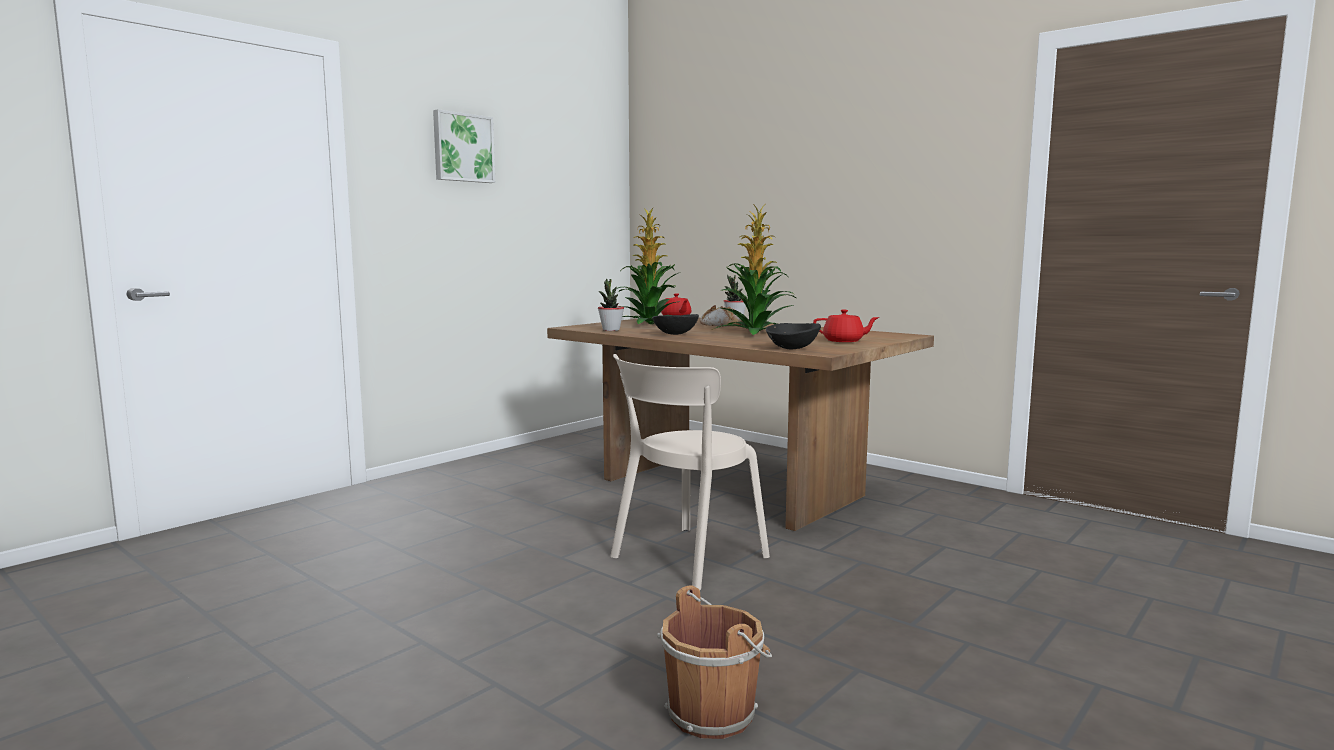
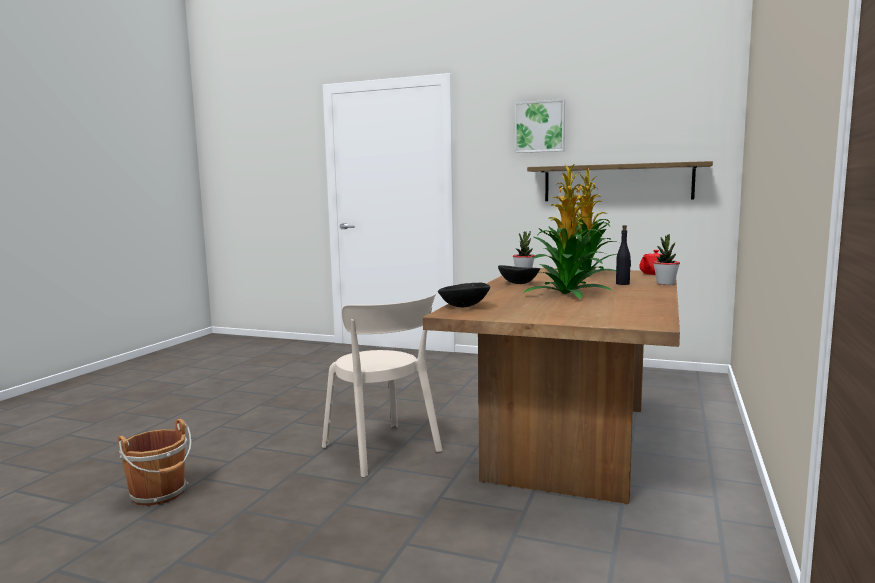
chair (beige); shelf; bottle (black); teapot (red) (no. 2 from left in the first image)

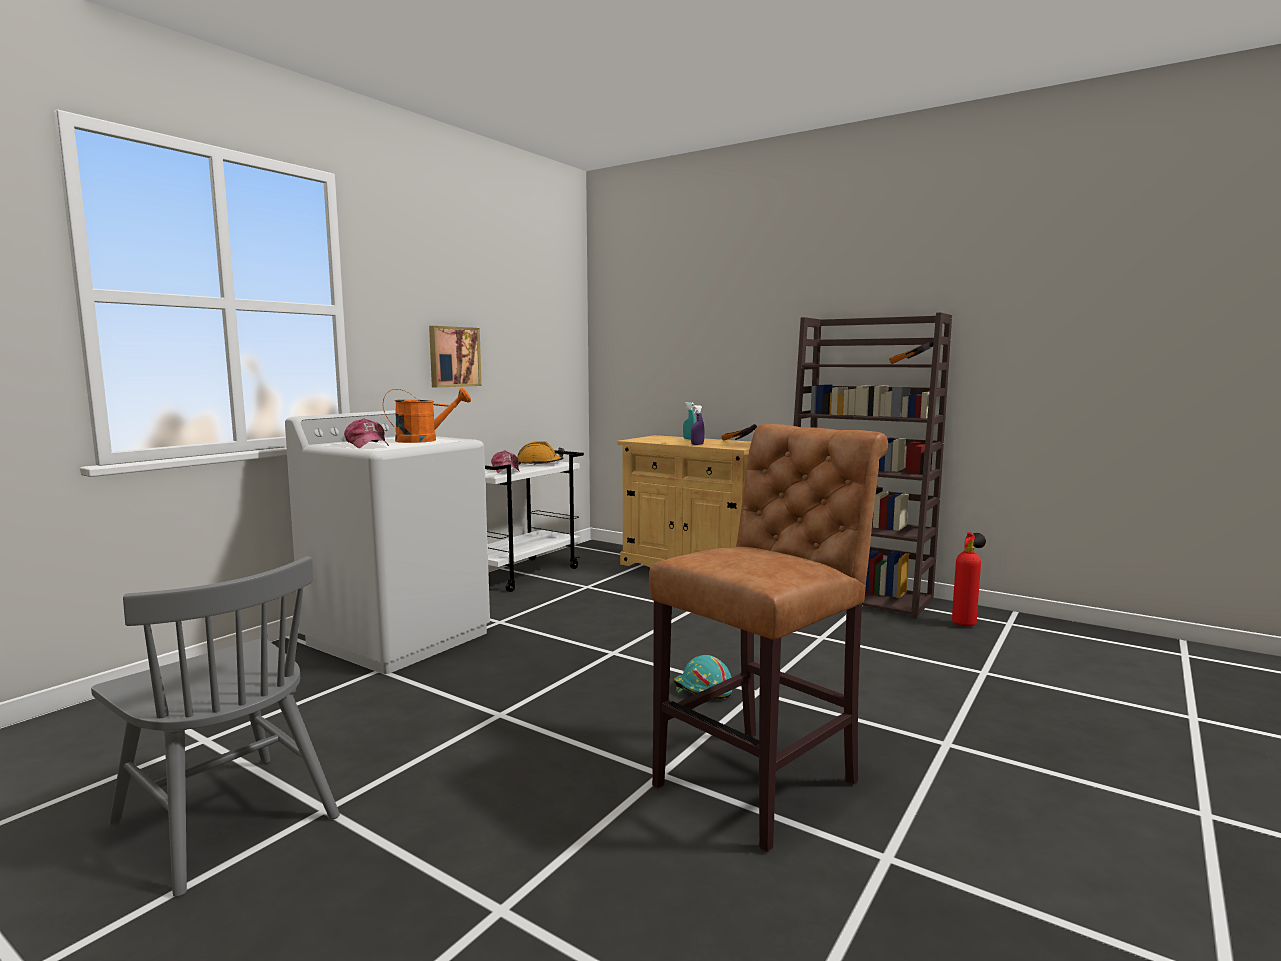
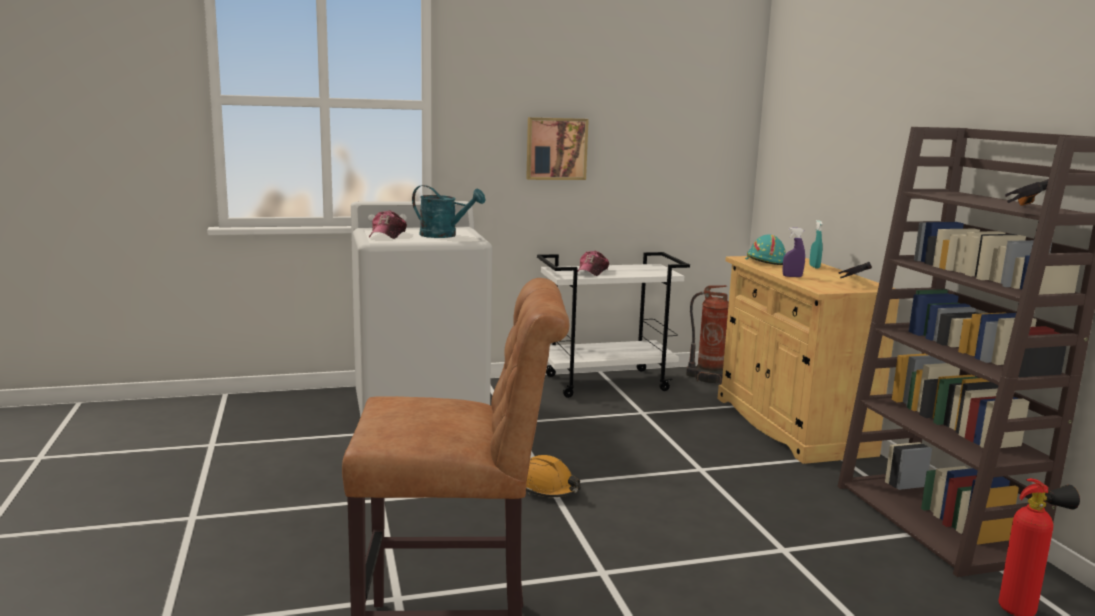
watering can (turquoise); hard hat (orange); fire extinguisher (no. 1 from left); hard hat (turquoise); chair (grey)

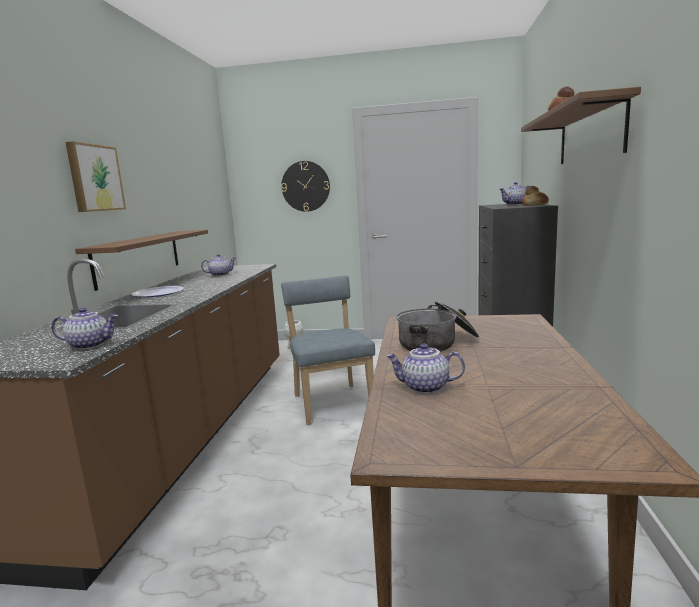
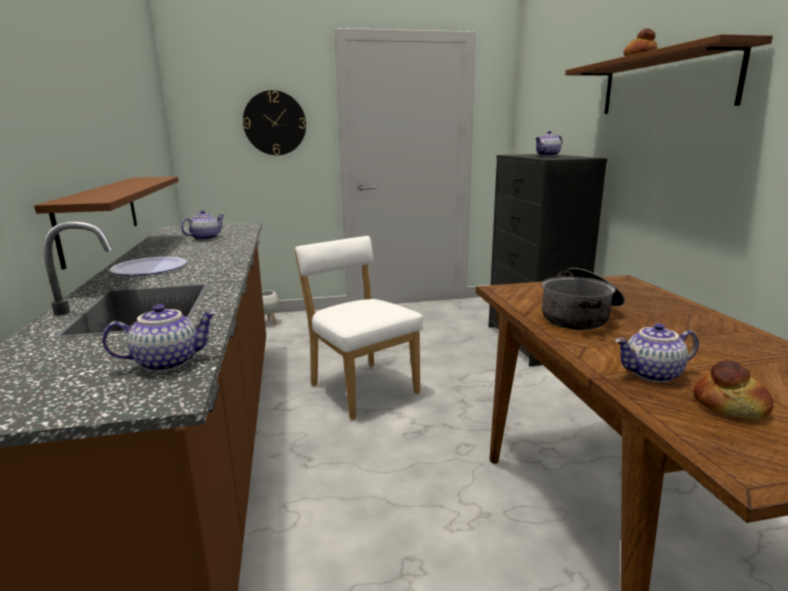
chair (white); bread (no. 2 from left); picture

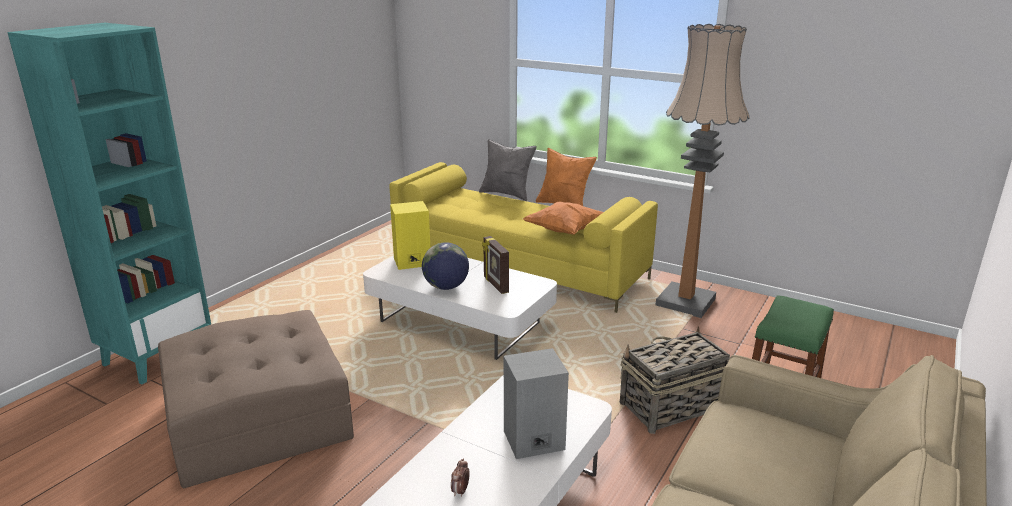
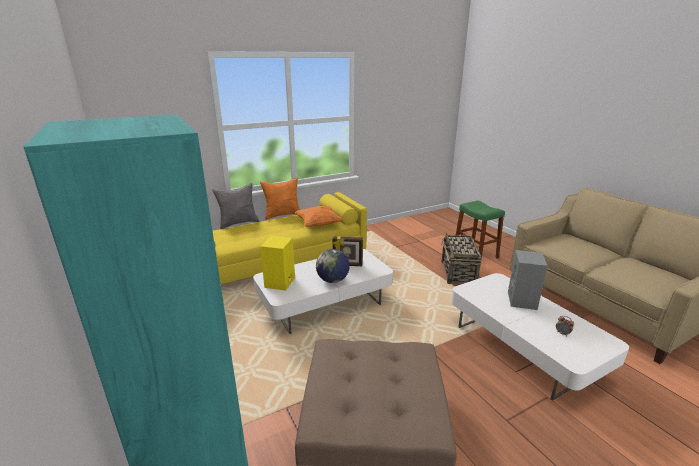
floor lamp

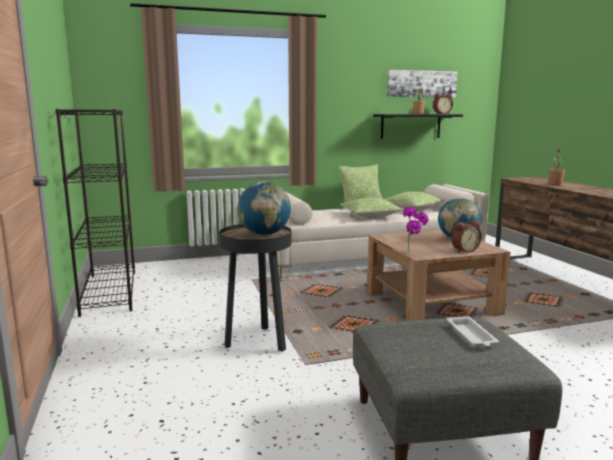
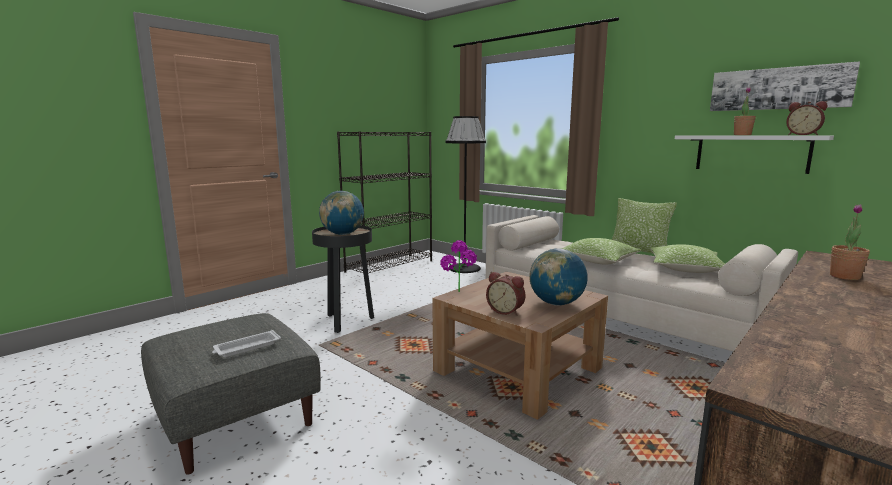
floor lamp (black); shelf (white)

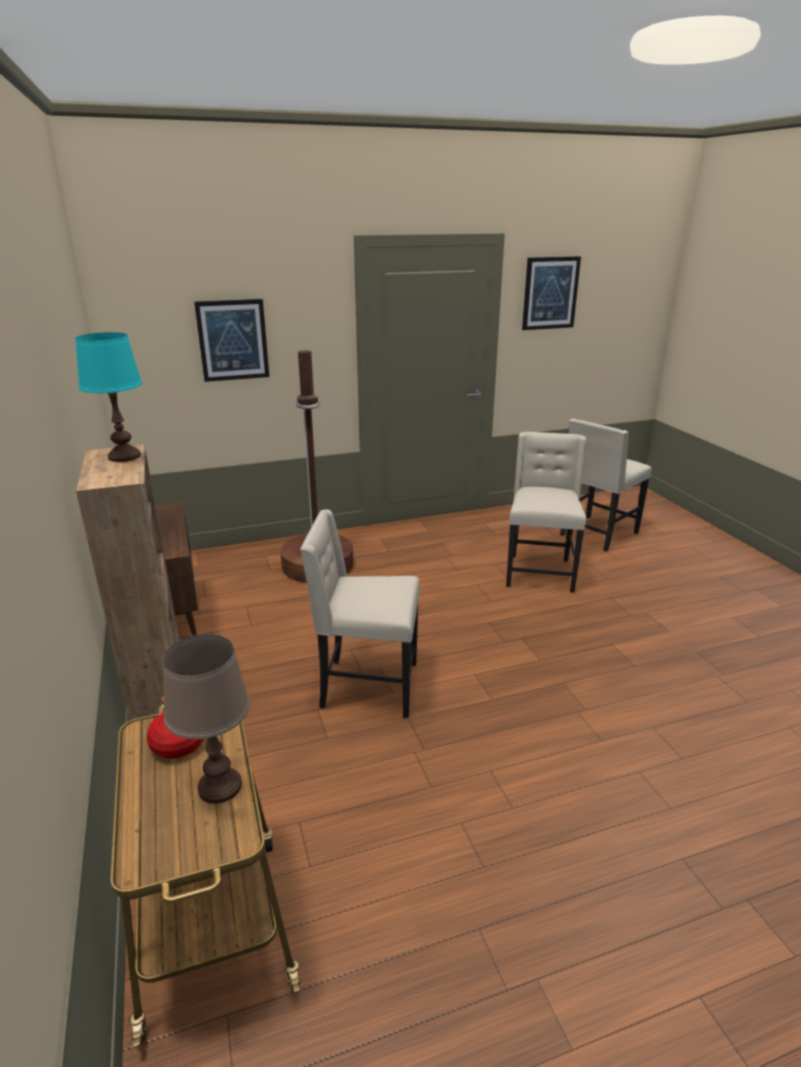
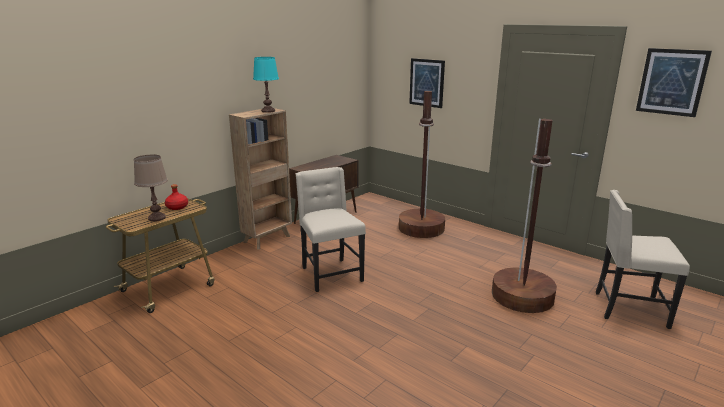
floor lamp (brown) (no. 2 from left)

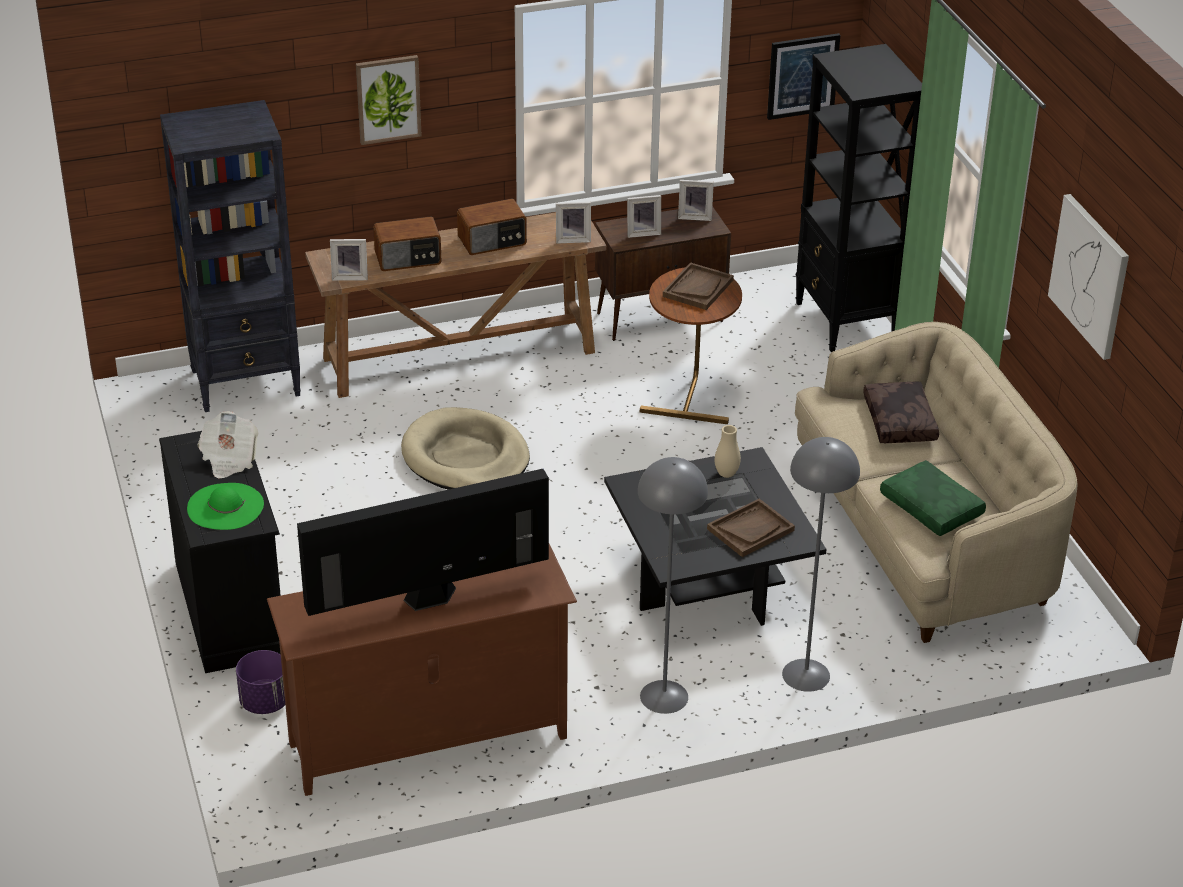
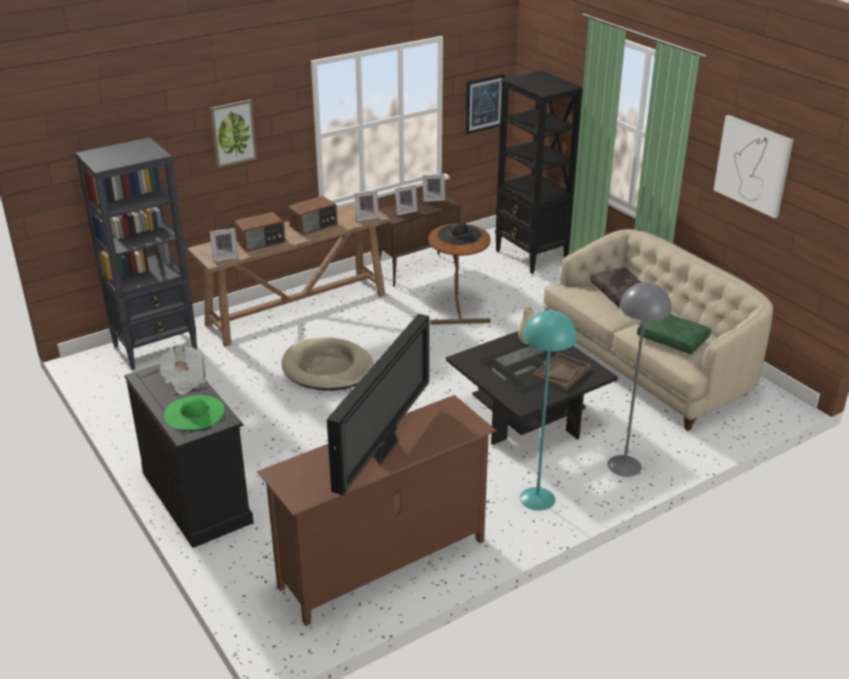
television; hat (black); floor lamp (turquoise); planter (purple)

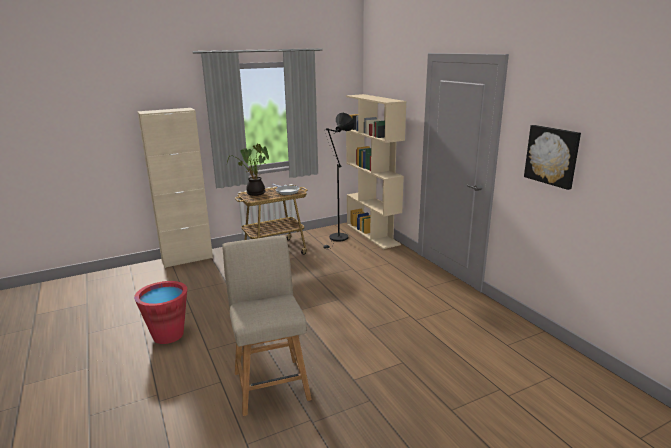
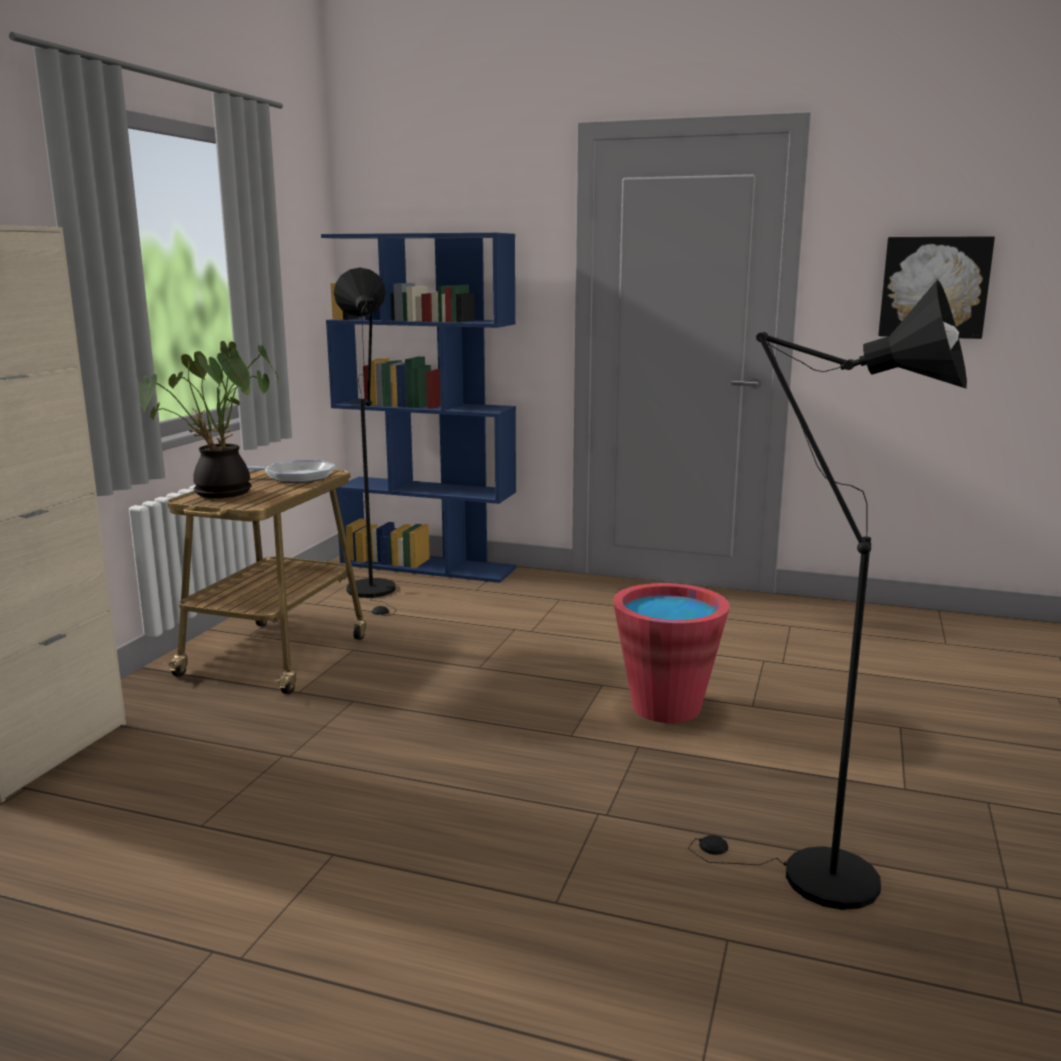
bookcase (blue); bucket (red); floor lamp (black) (no. 2 from left)

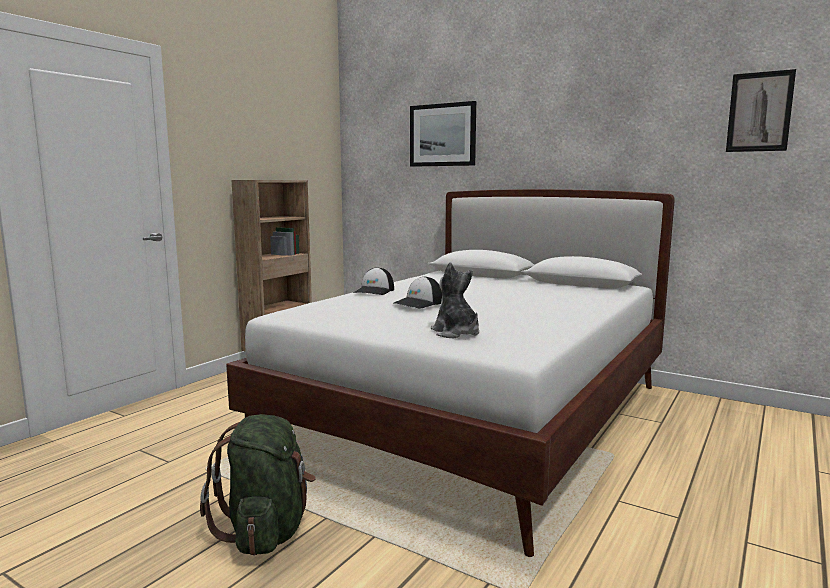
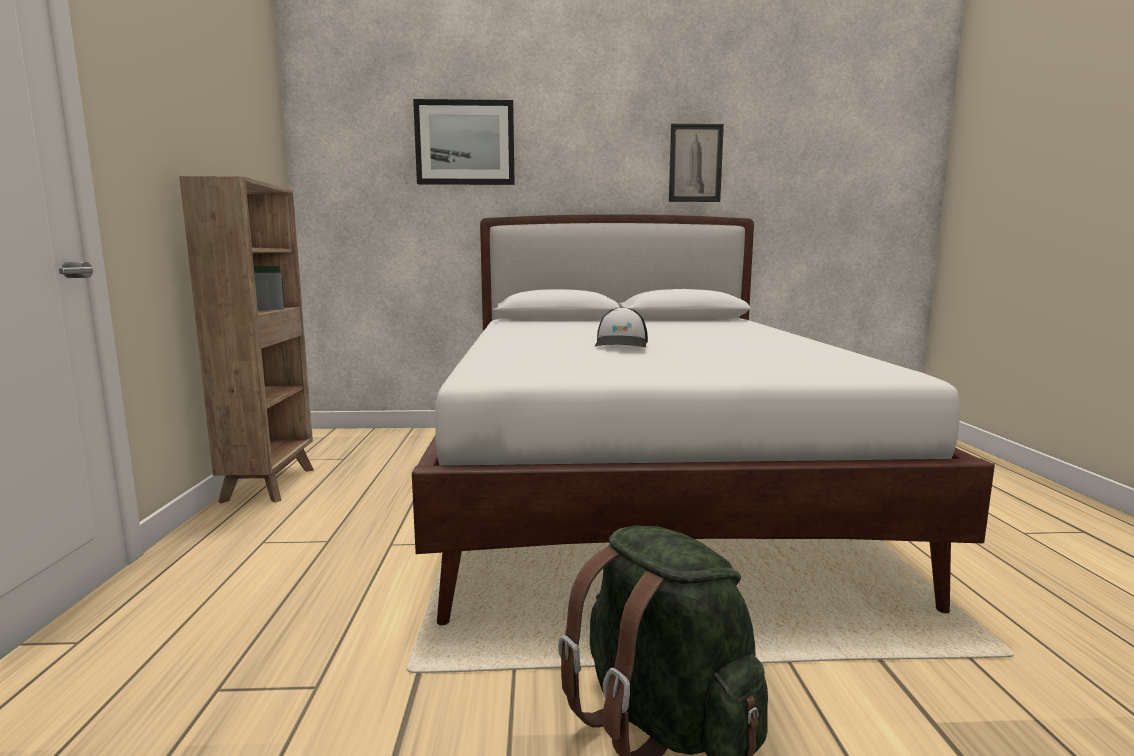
picture (no. 2 from left); cap (no. 1 from left in the first image); plush toy

